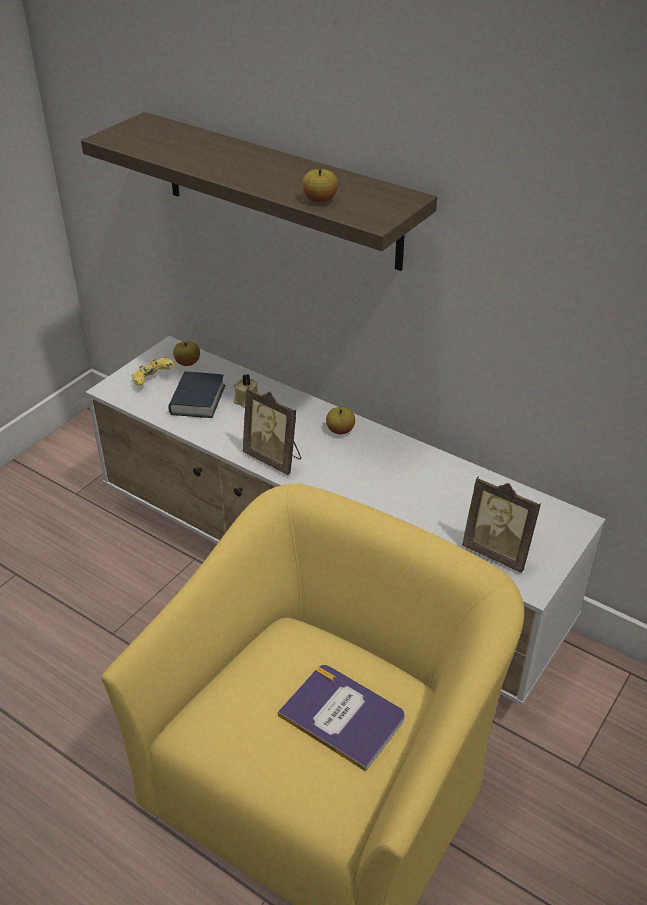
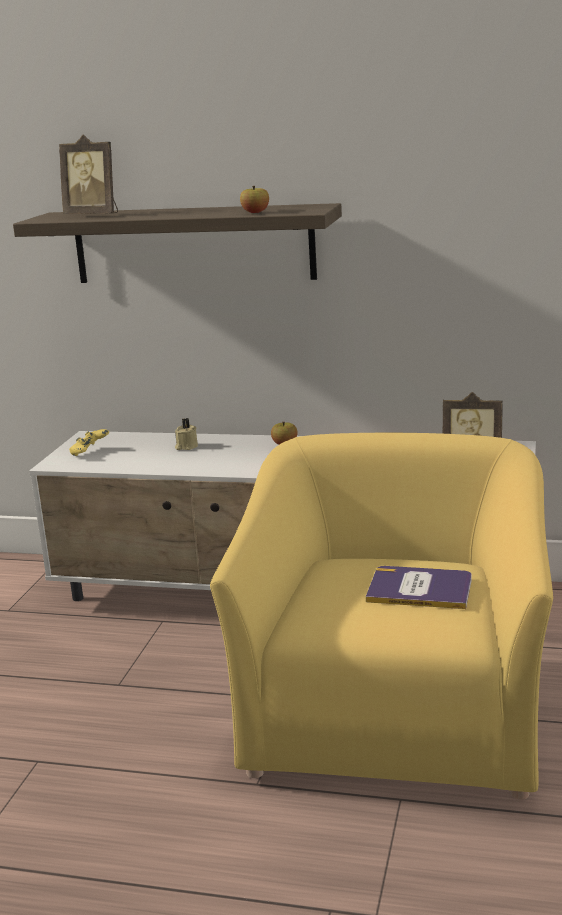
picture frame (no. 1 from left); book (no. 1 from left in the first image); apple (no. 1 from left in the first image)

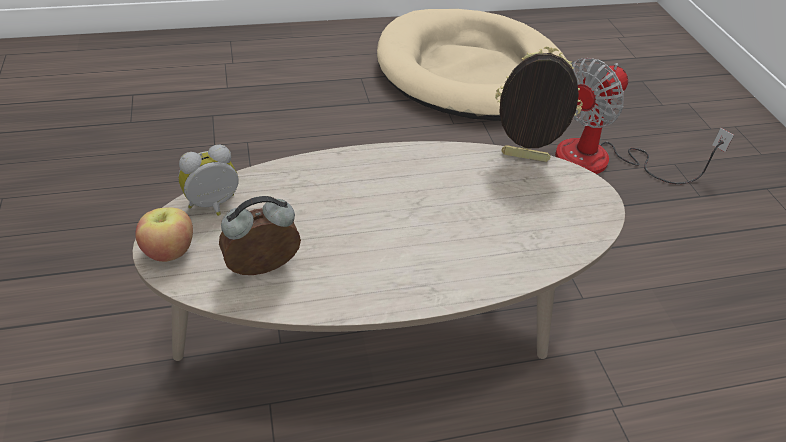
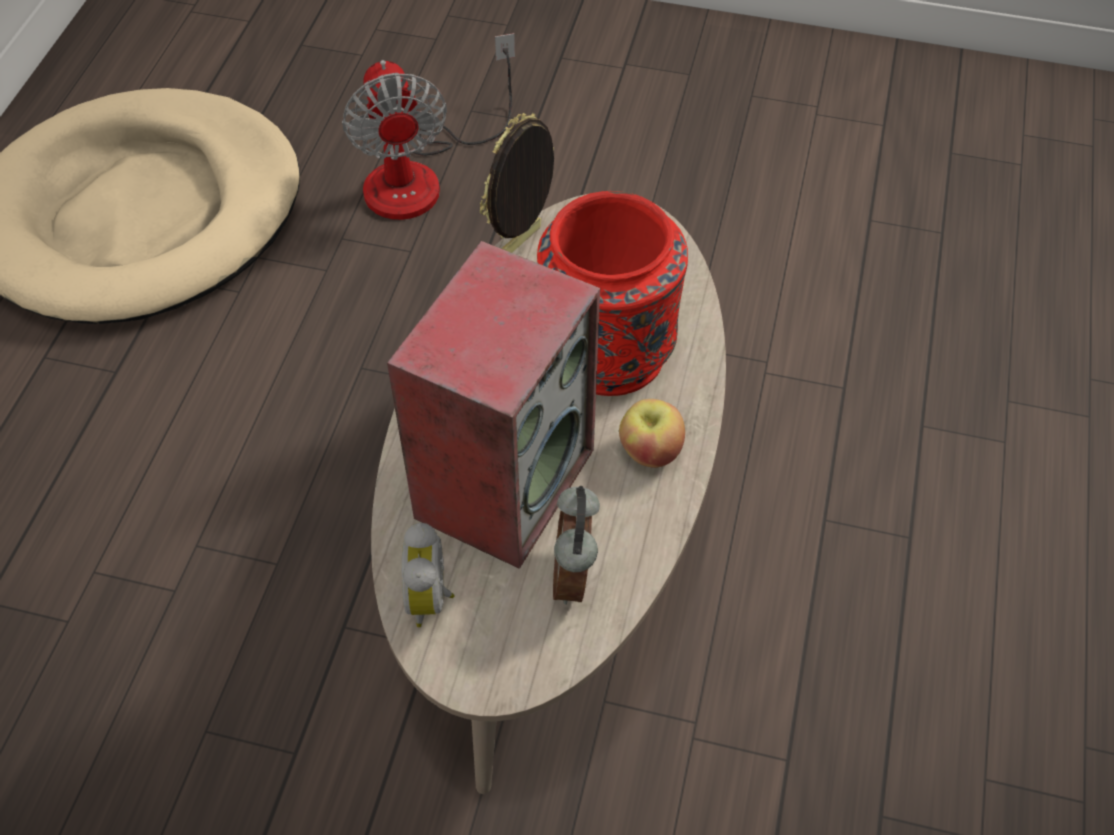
speaker; vase (red); apple

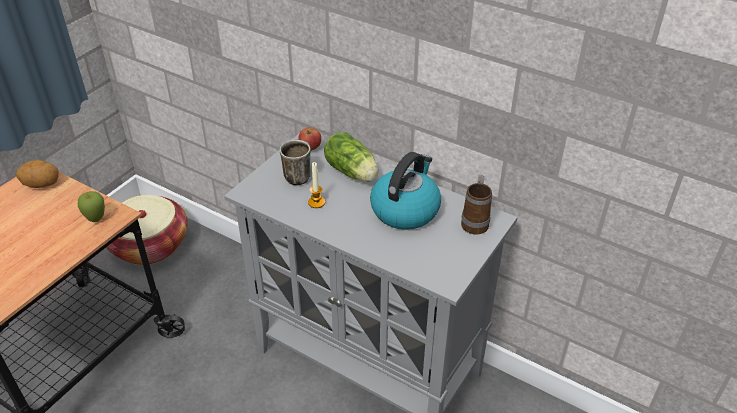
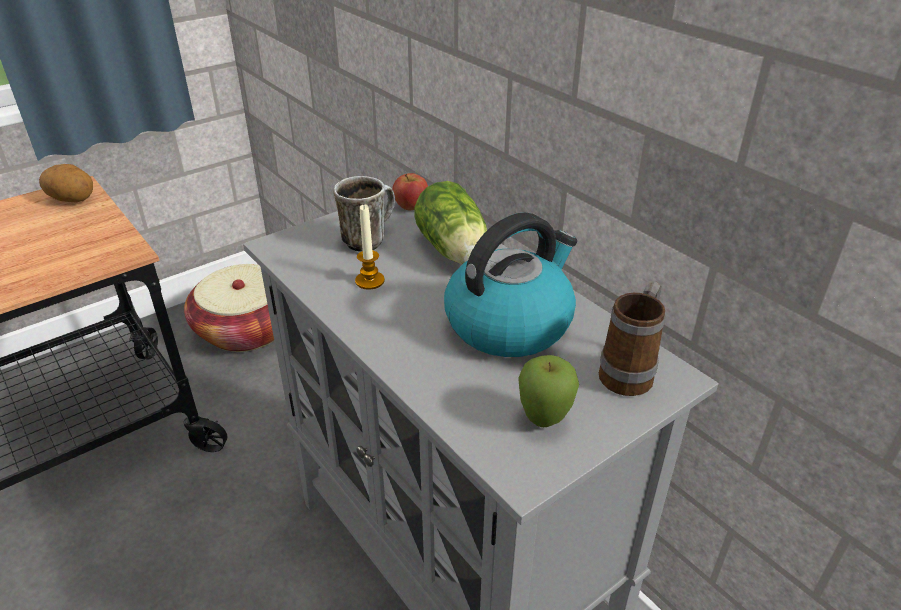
apple (no. 2 from left)

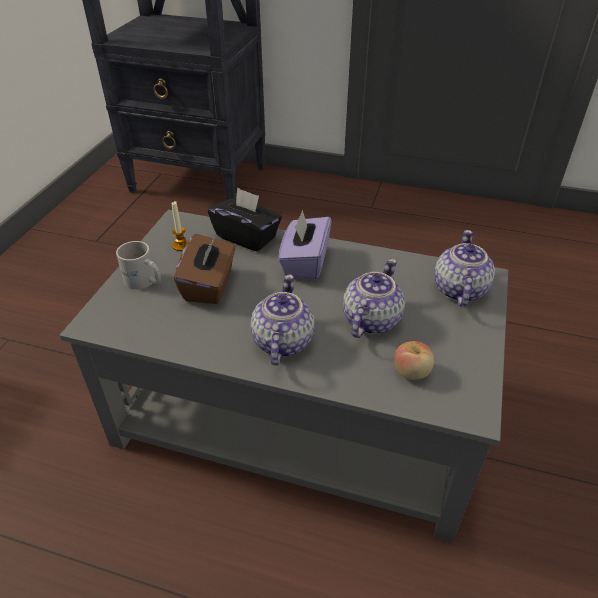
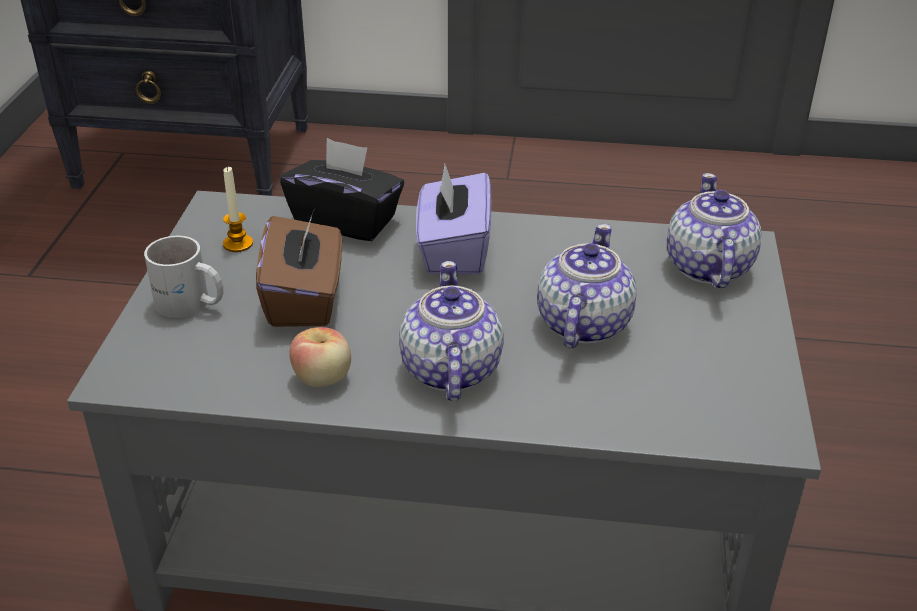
apple

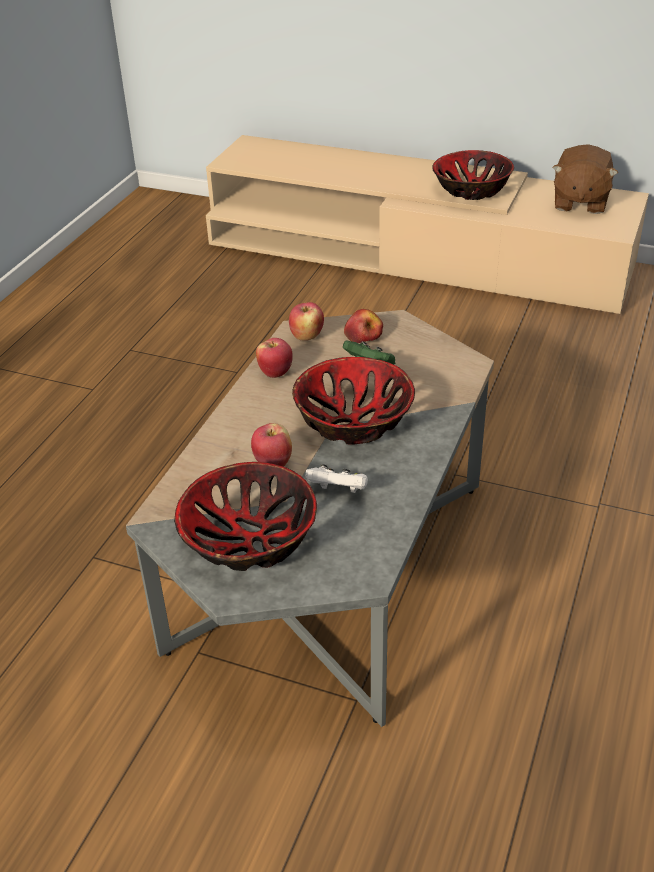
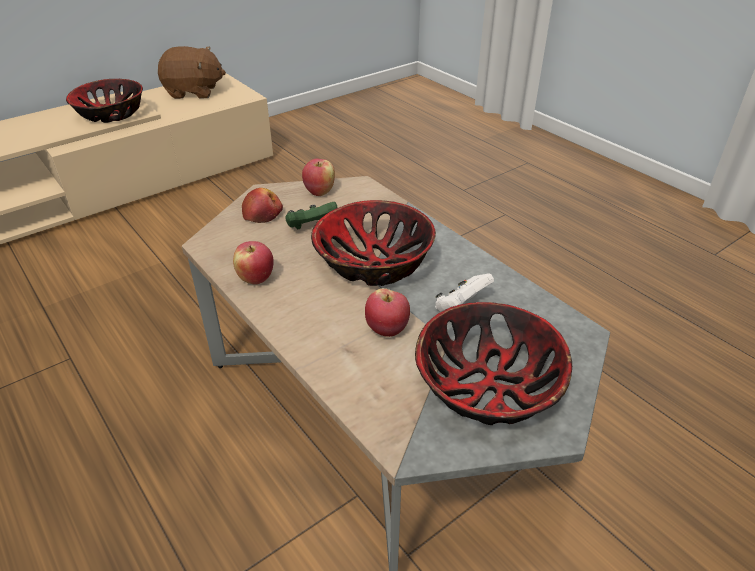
plush toy (brown); apple (no. 3 from left)

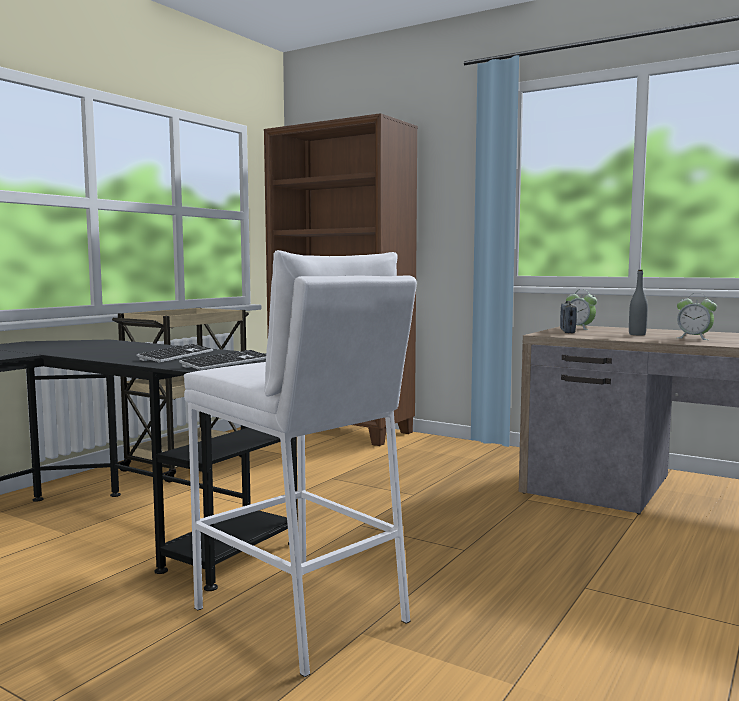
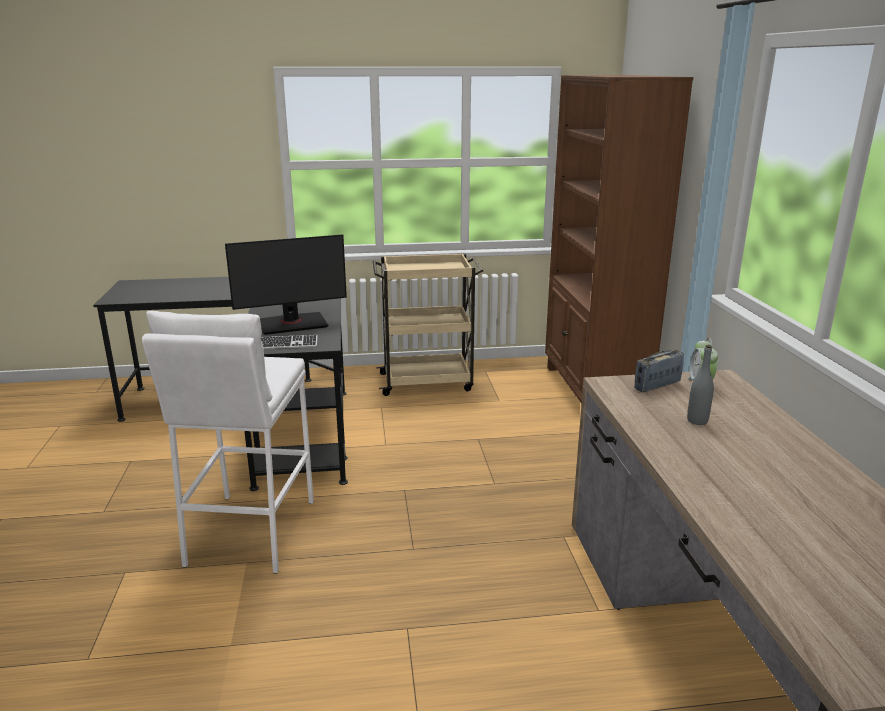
monitor; alarm clock (no. 2 from left in the first image)

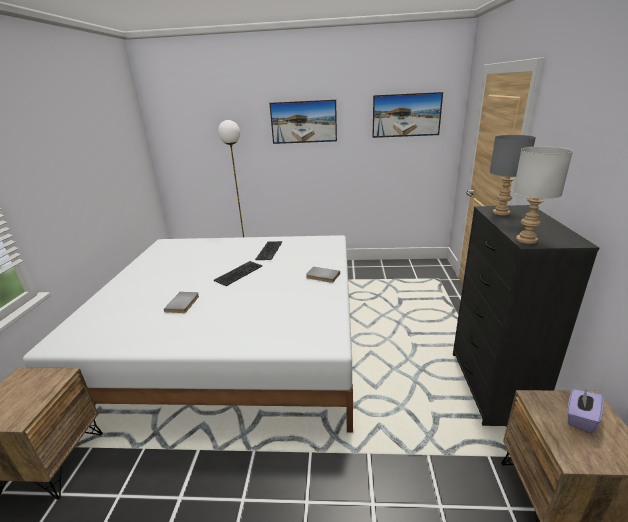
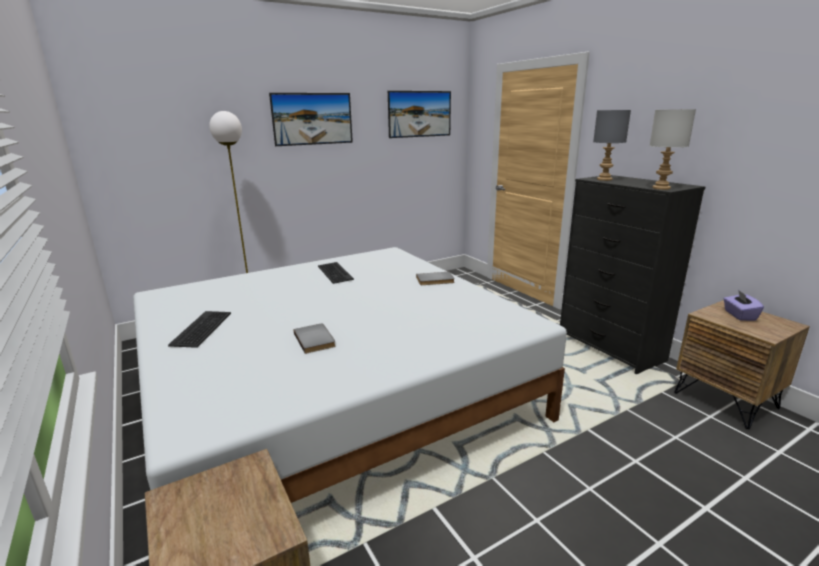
keyboard (no. 1 from left)

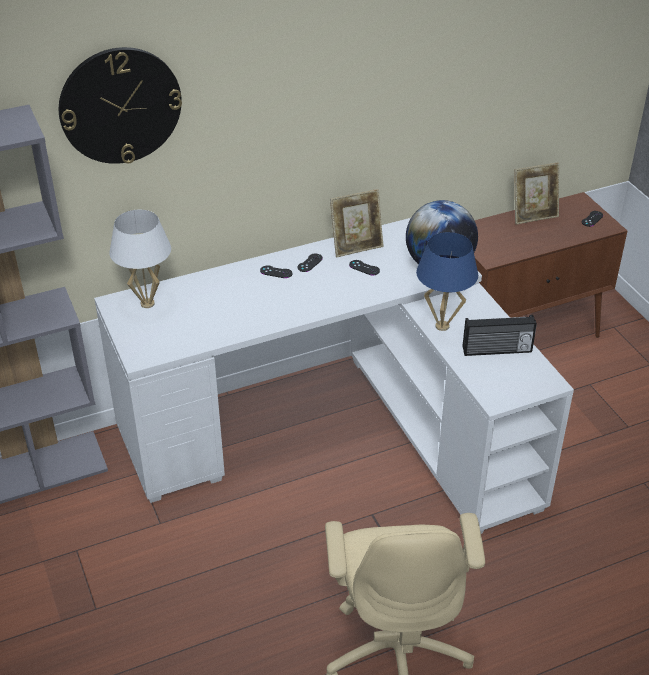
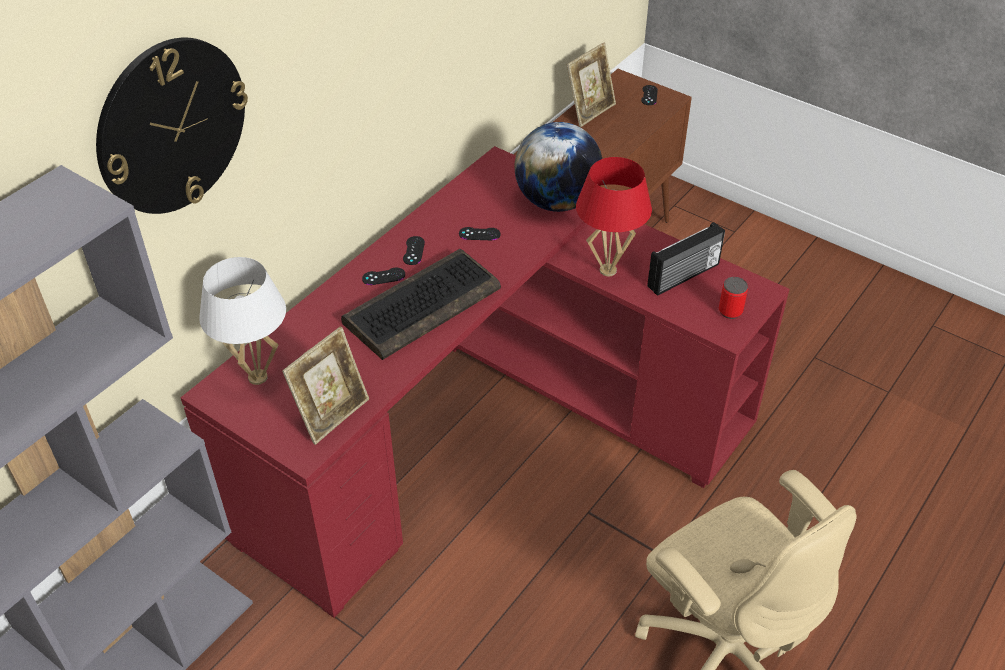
desk (red); picture frame (no. 1 from left); keyboard; table lamp (red); can

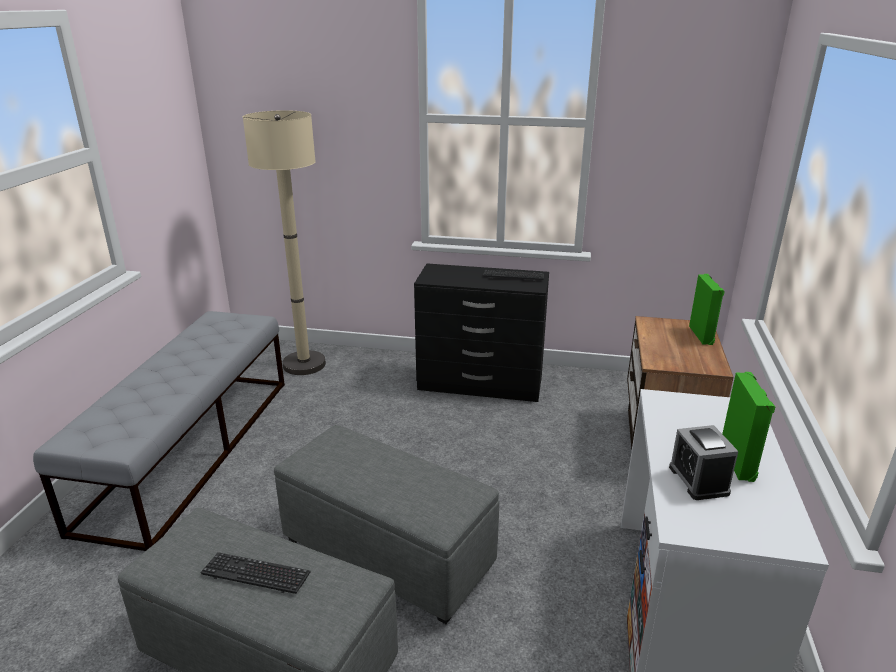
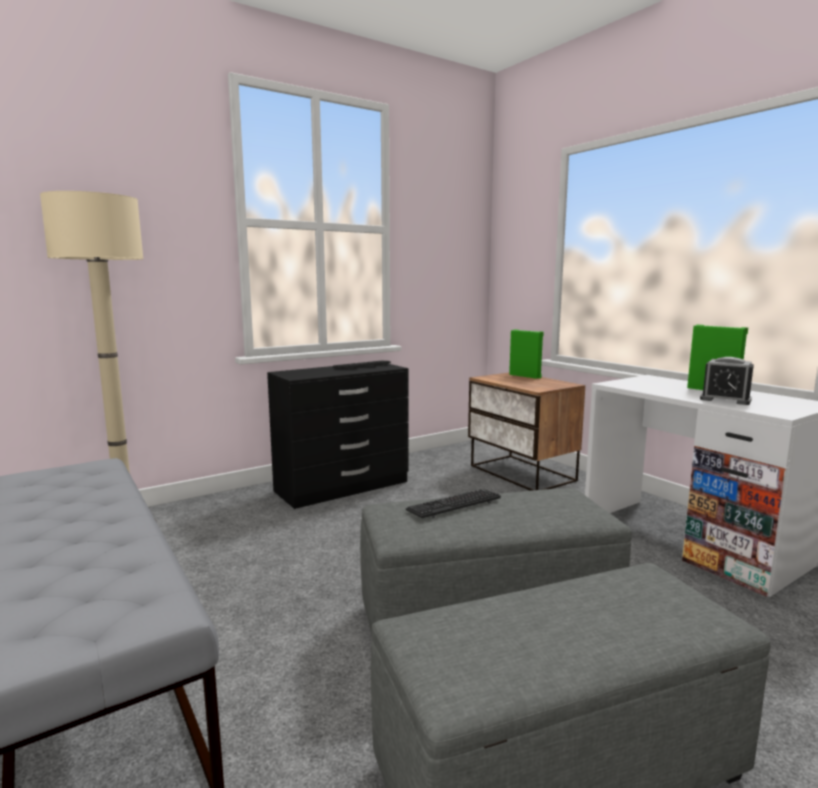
keyboard (no. 2 from left)

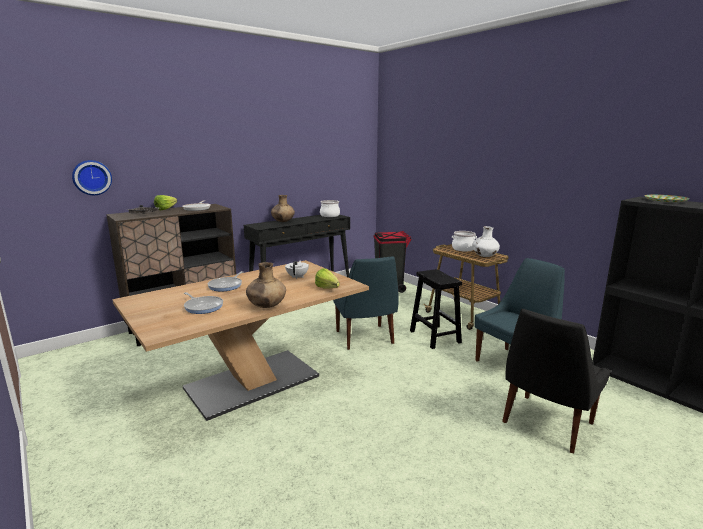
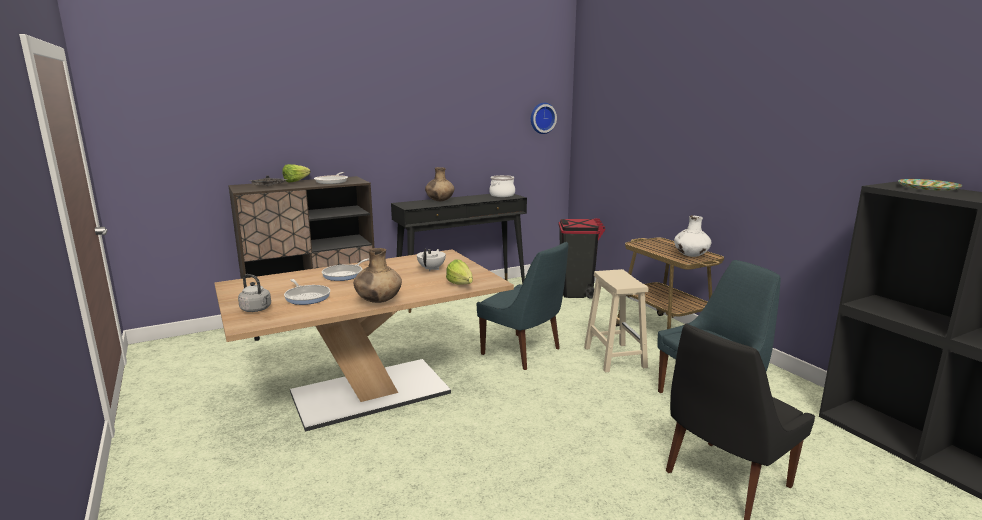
kettle (grey); chair (blue) (no. 1 from left); wall clock; stool (beige); cooking pot (no. 2 from left in the first image)

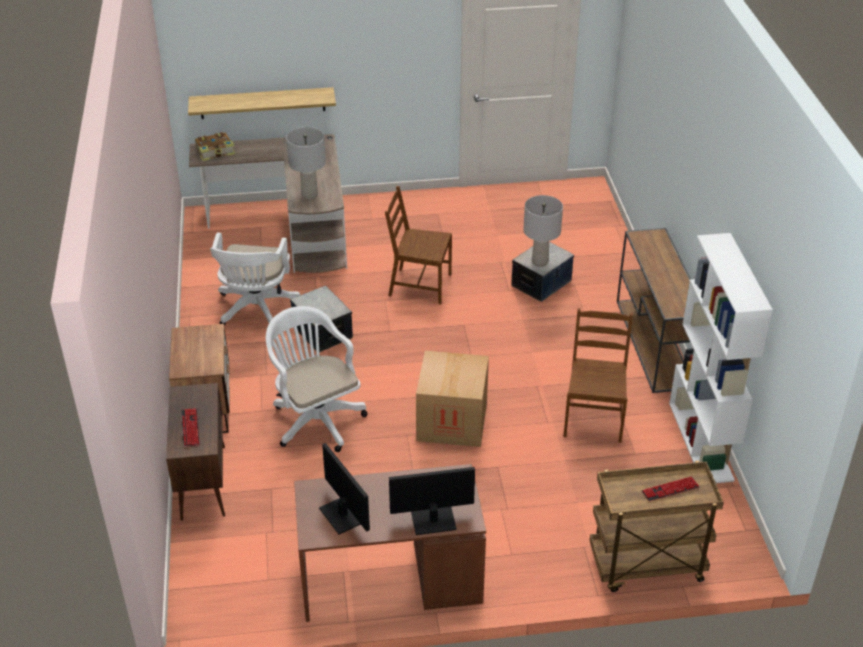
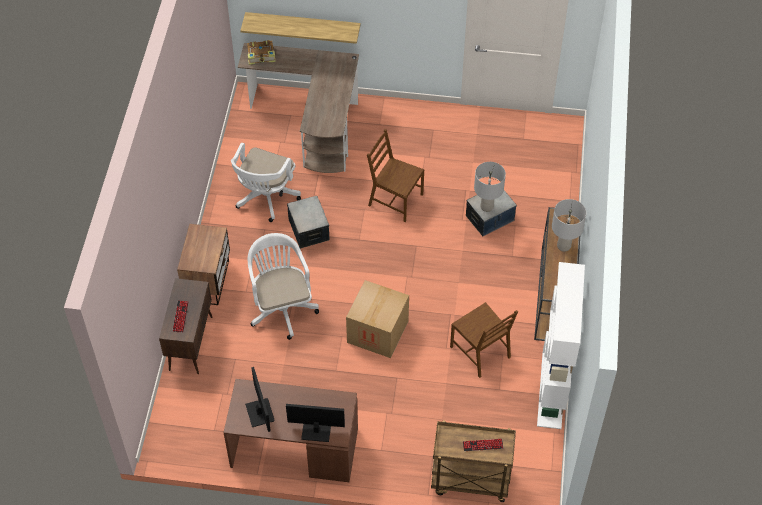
chair (brown) (no. 2 from left); table lamp (grey) (no. 2 from left)

